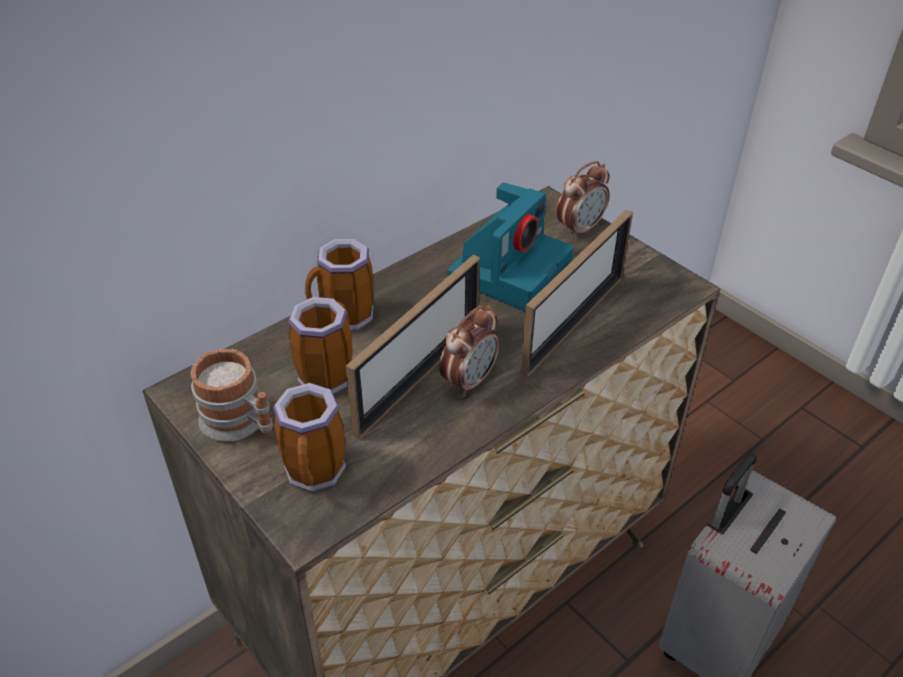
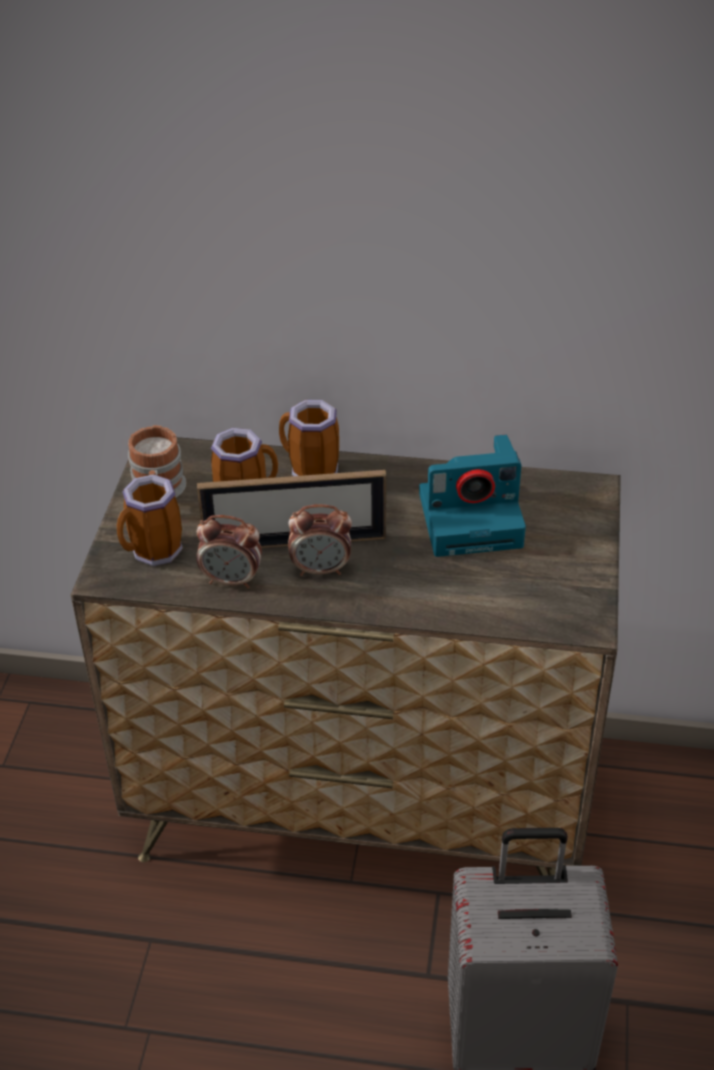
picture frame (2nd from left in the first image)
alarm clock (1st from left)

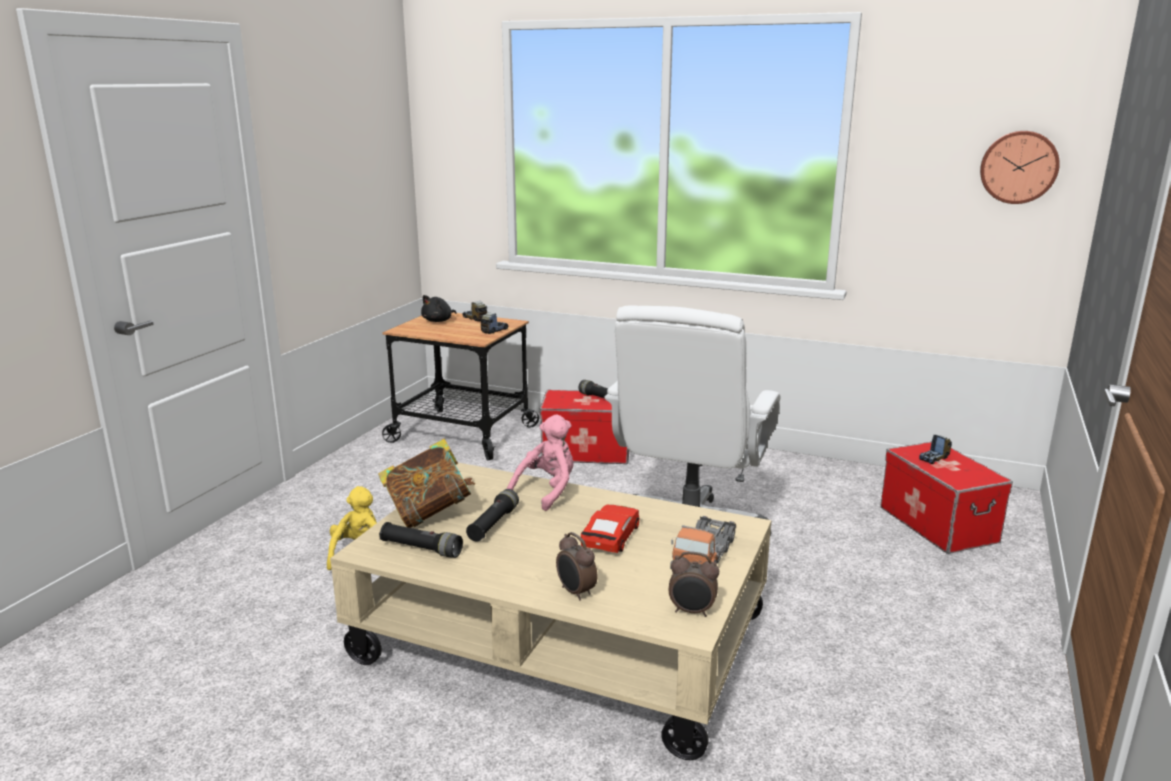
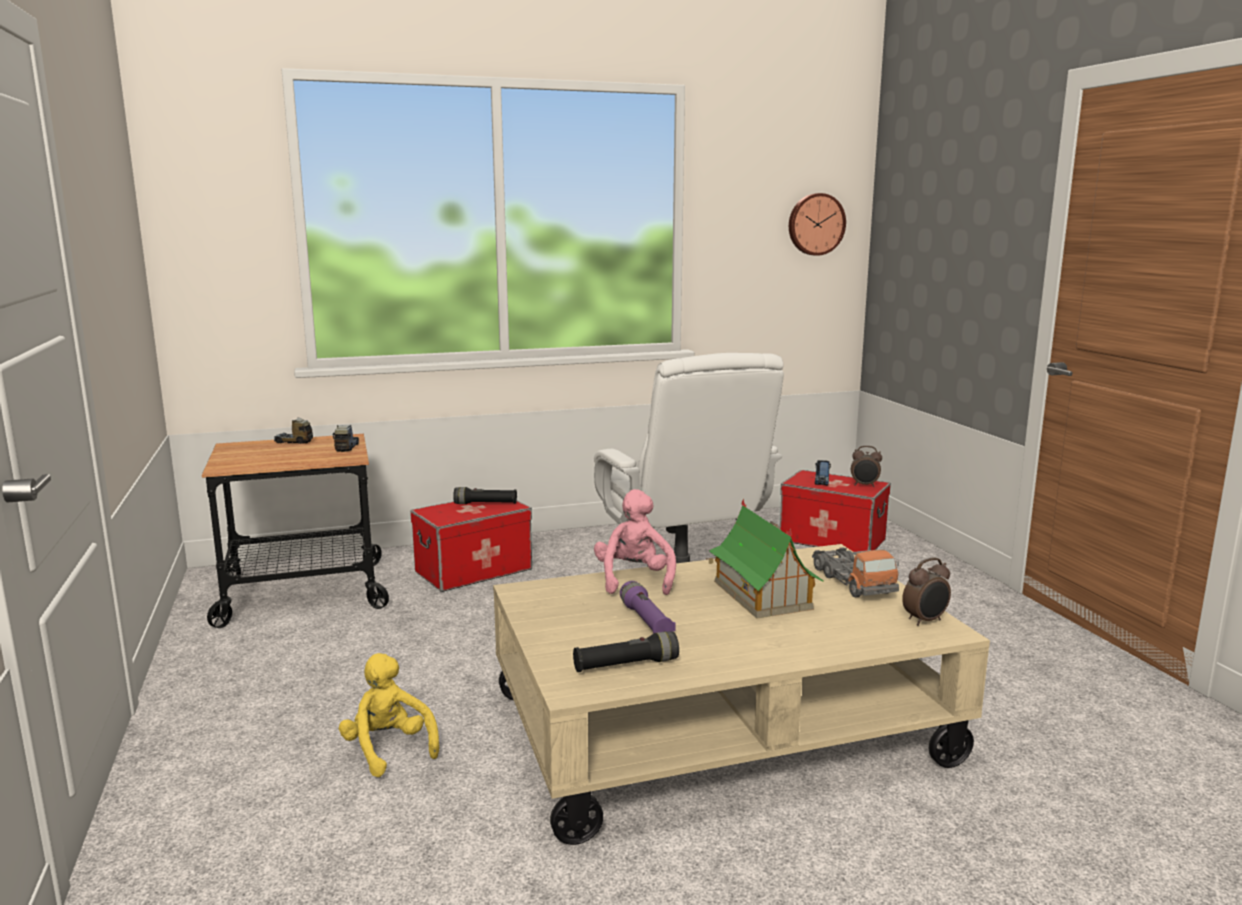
book
black plush toy
purple flashlight
alarm clock (1st from left)
toy house

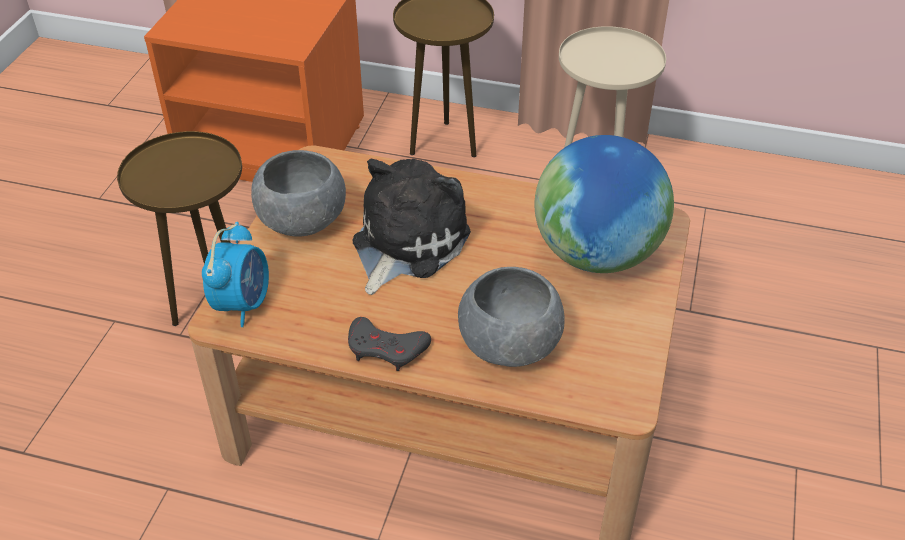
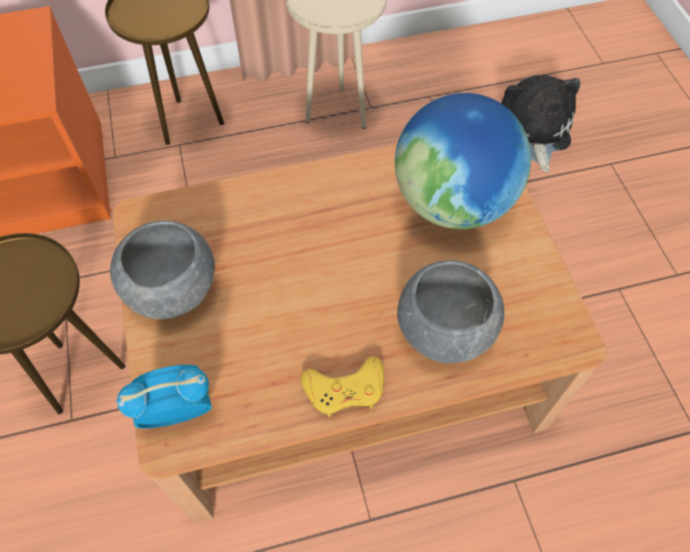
alarm clock
yellow game controller
plush toy

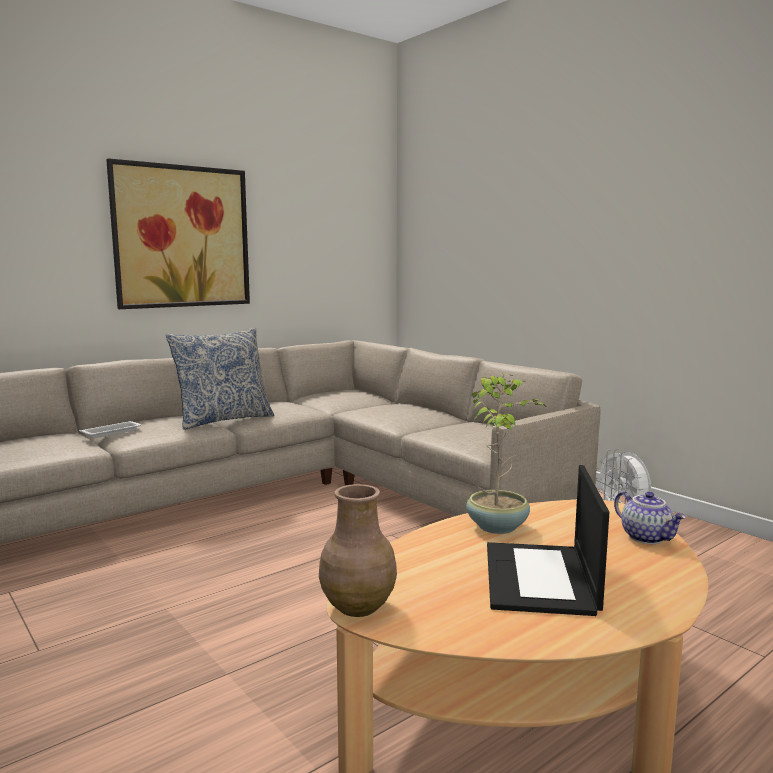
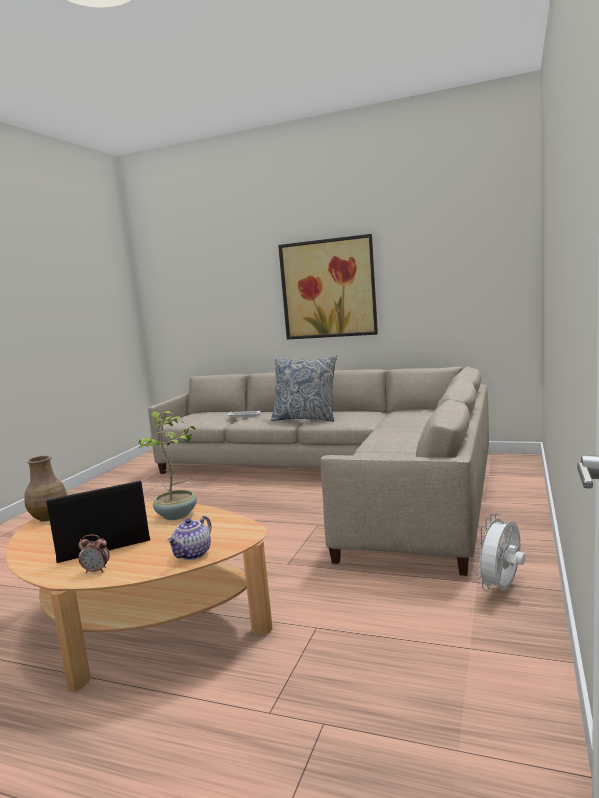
alarm clock

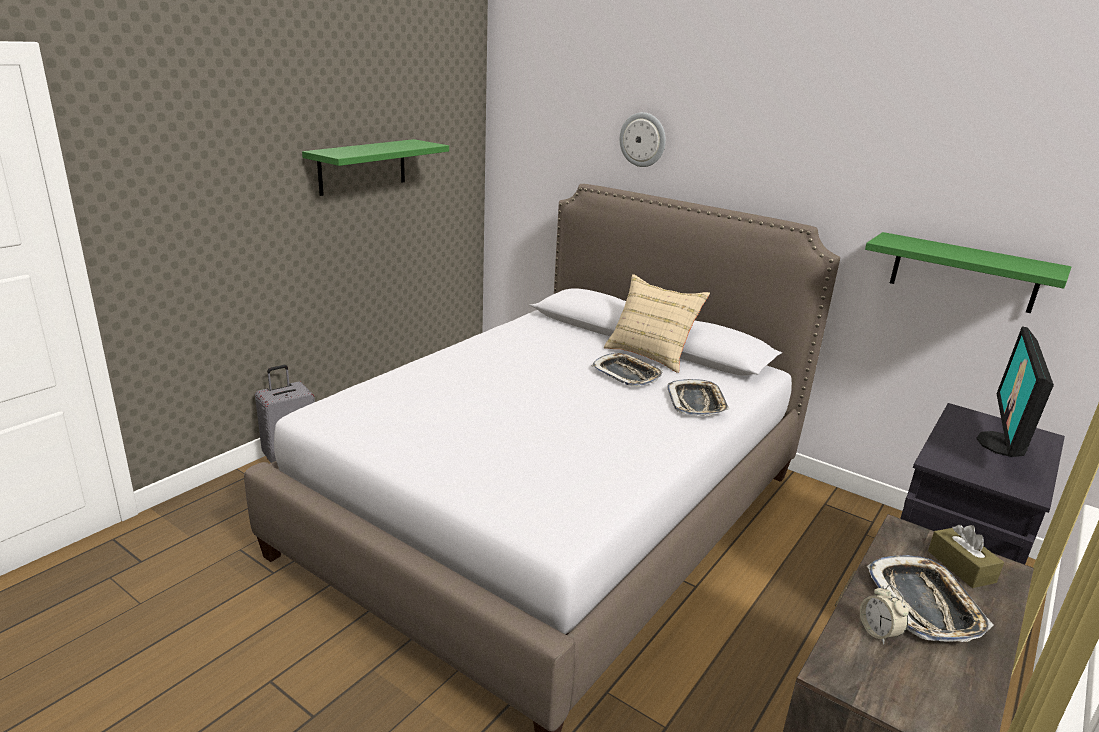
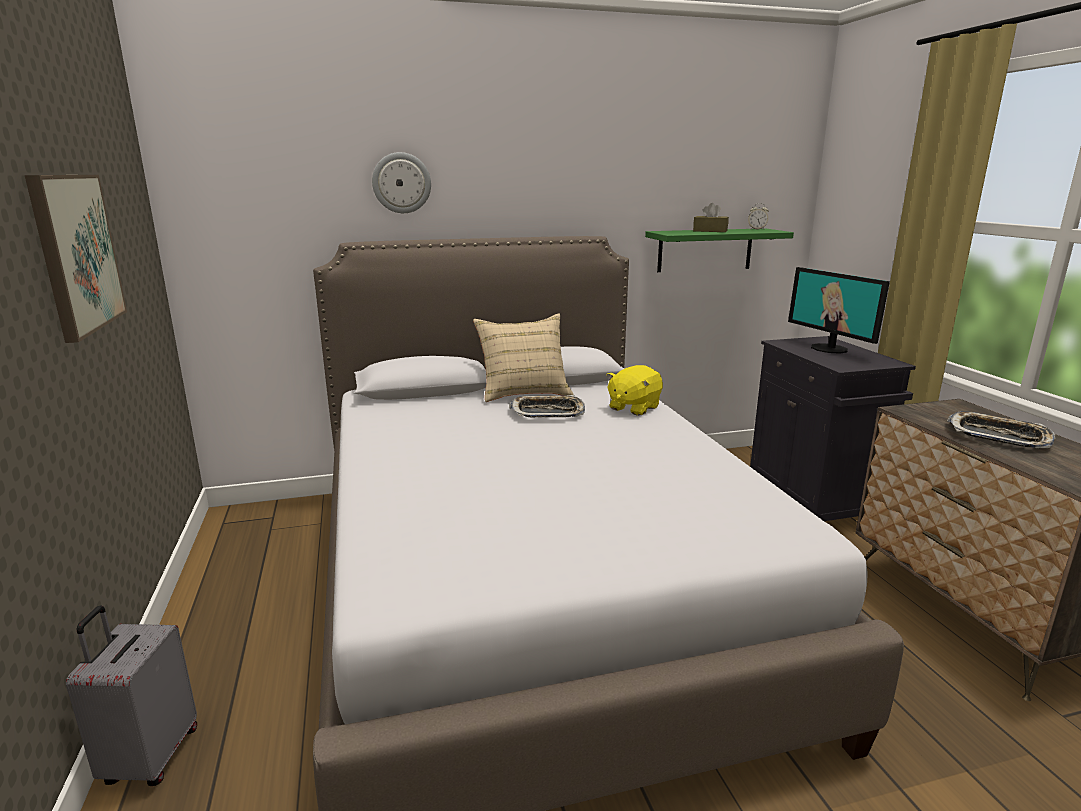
picture
yellow plush toy
alarm clock
brown tissue box

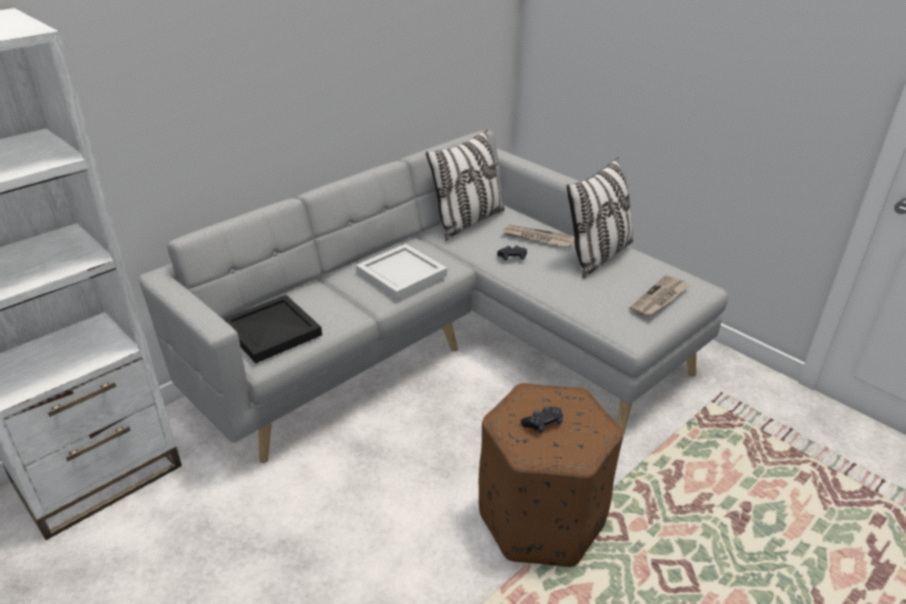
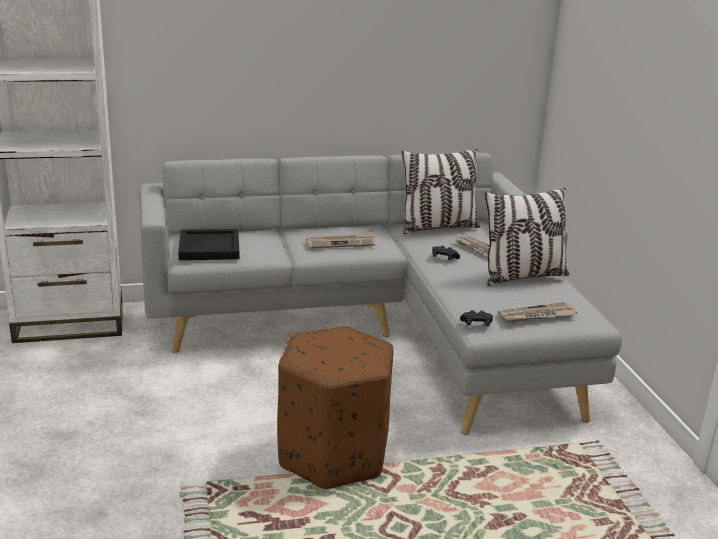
newspaper (1st from left)
black game controller (2nd from left)

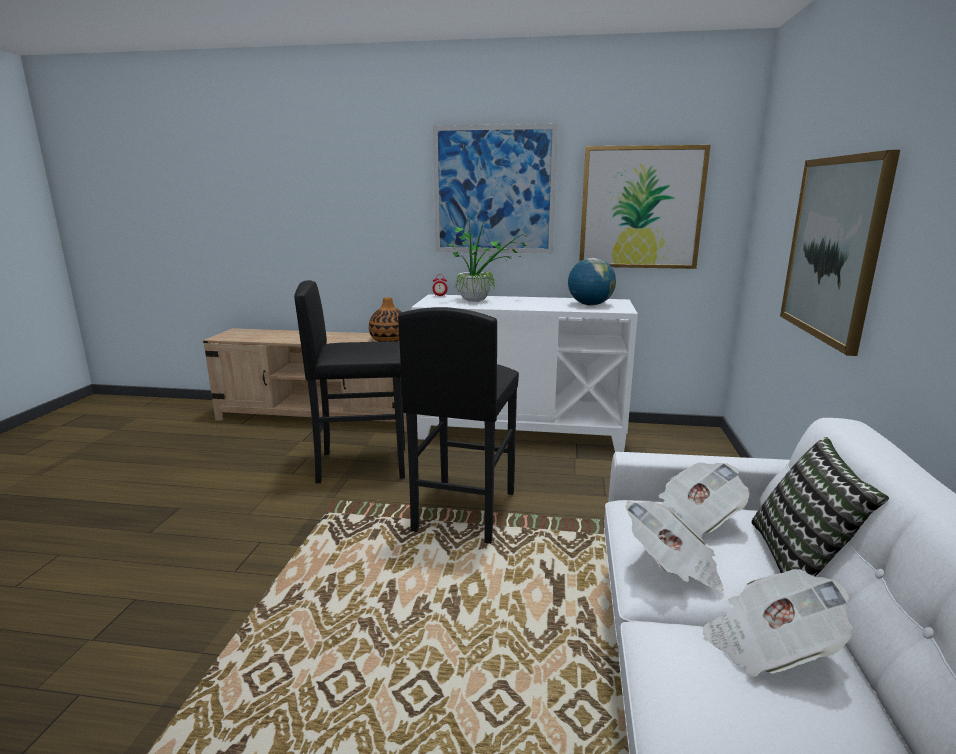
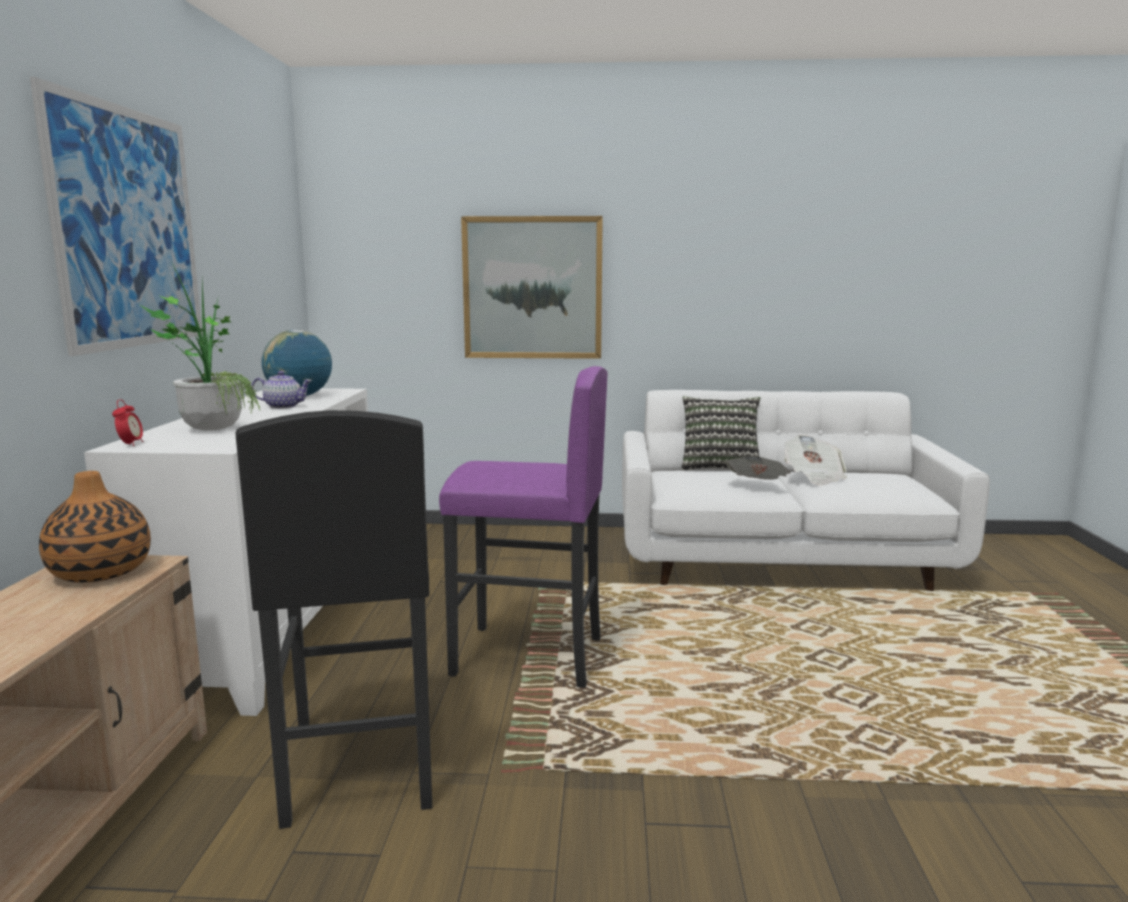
purple stool
picture (2nd from left in the first image)
newspaper (2nd from left in the first image)
teapot

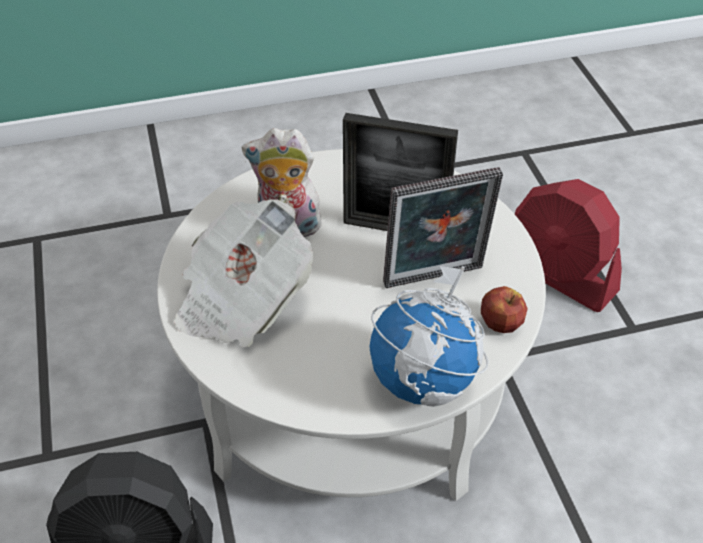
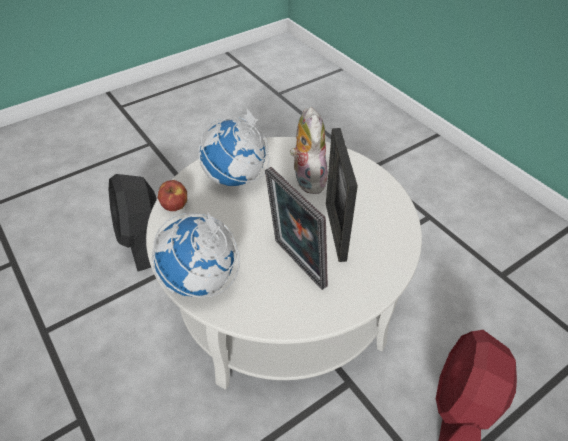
globe (2nd from left)
apple

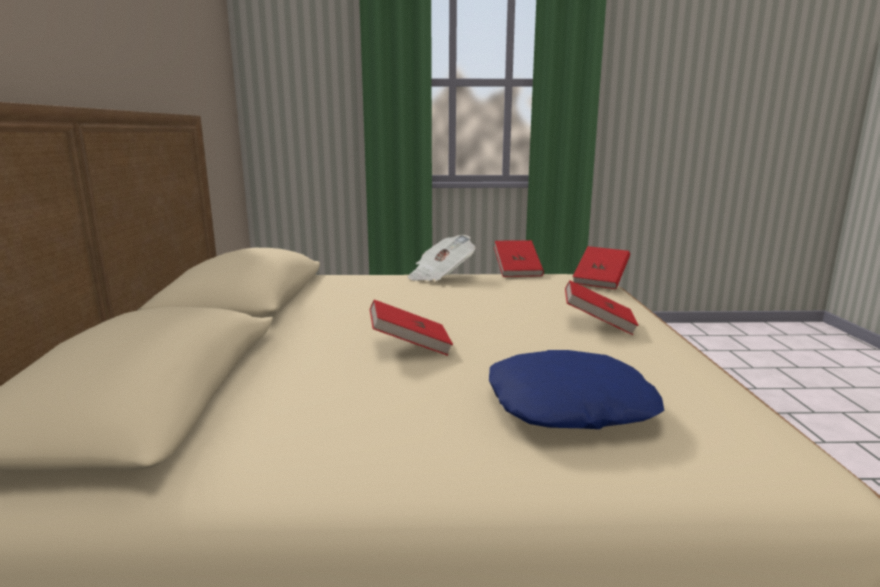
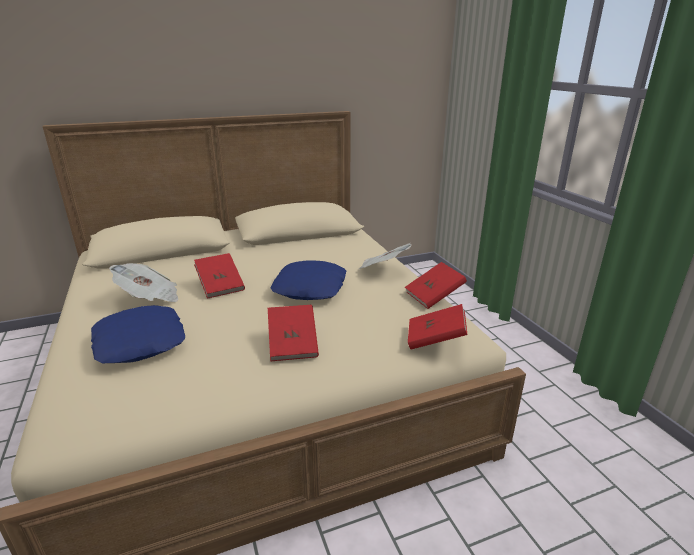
newspaper (1st from left)
blue pillow (2nd from left)

